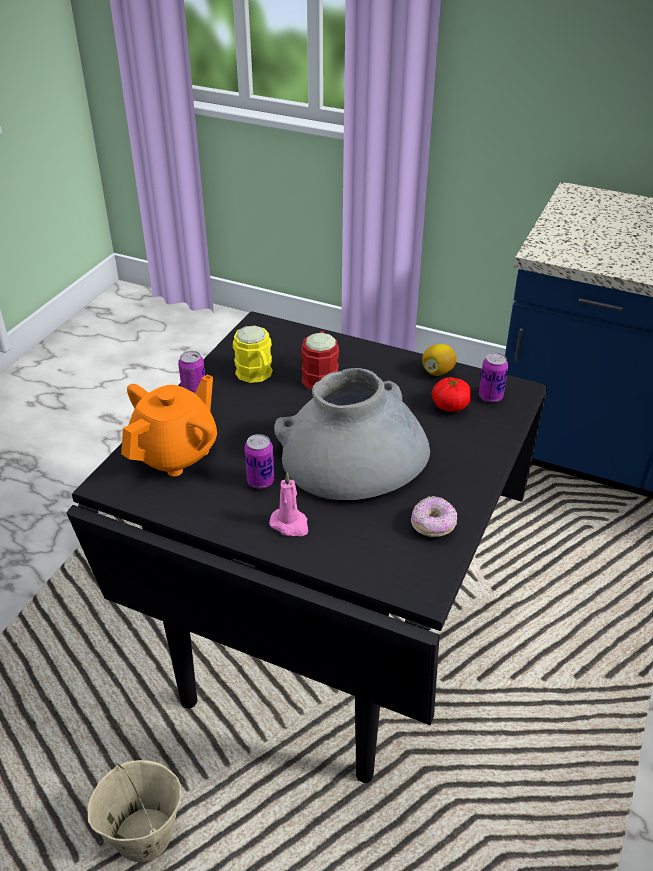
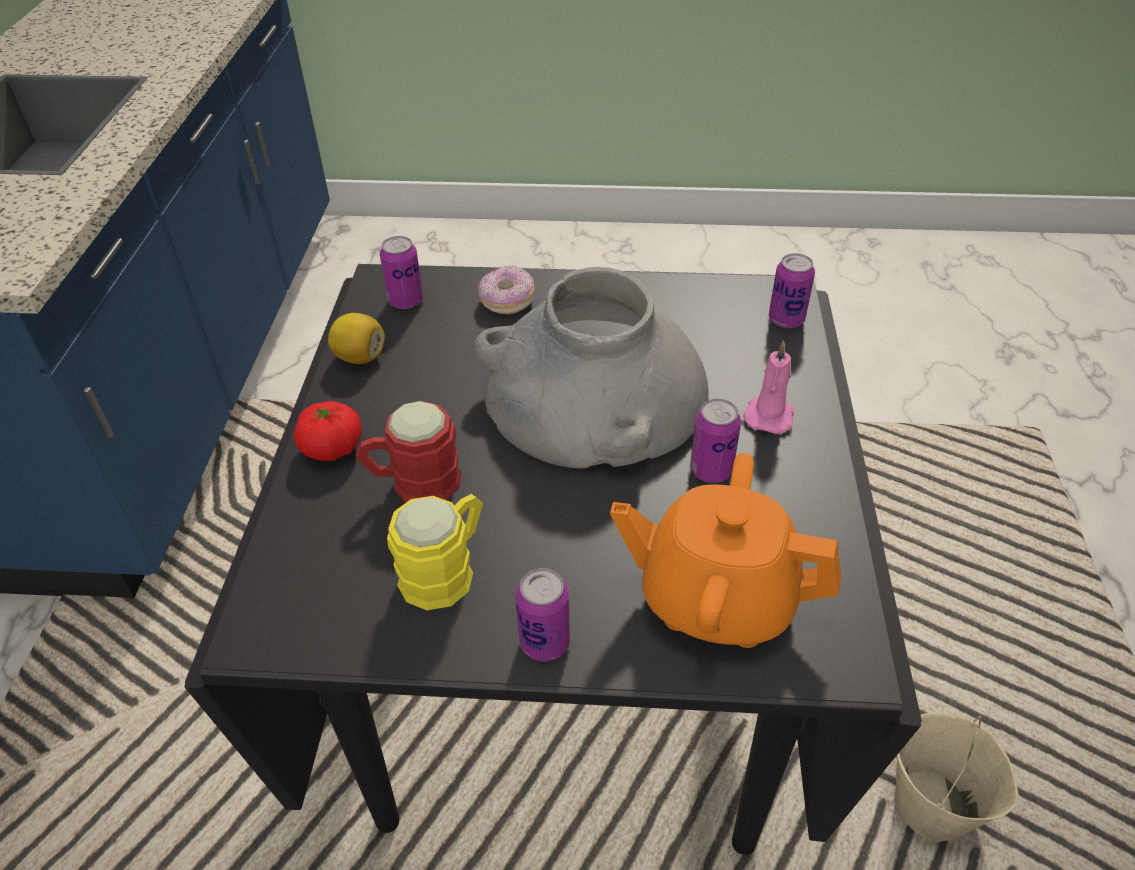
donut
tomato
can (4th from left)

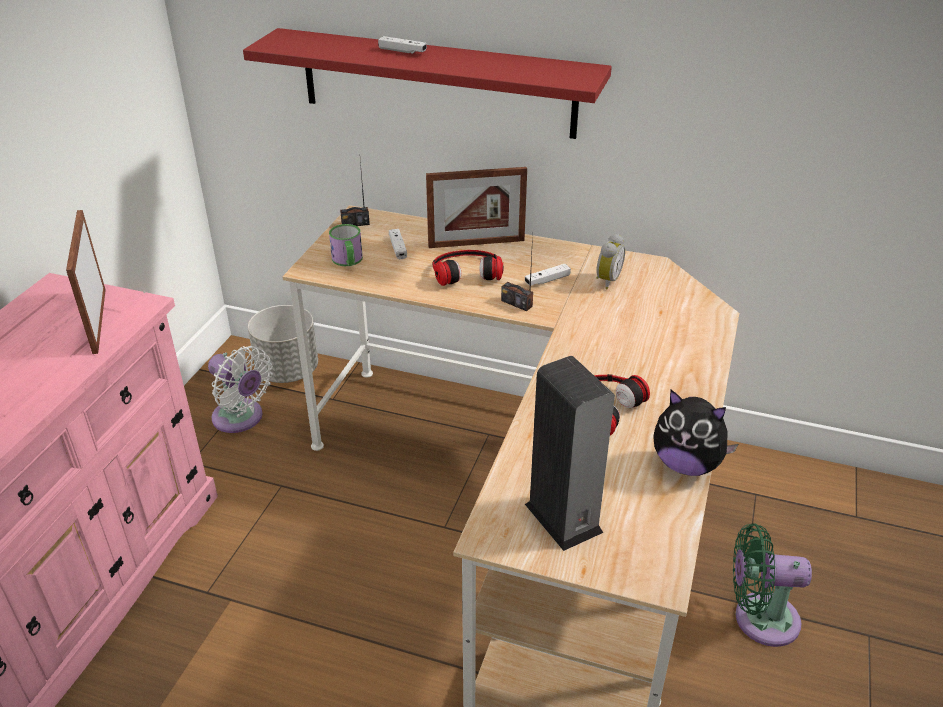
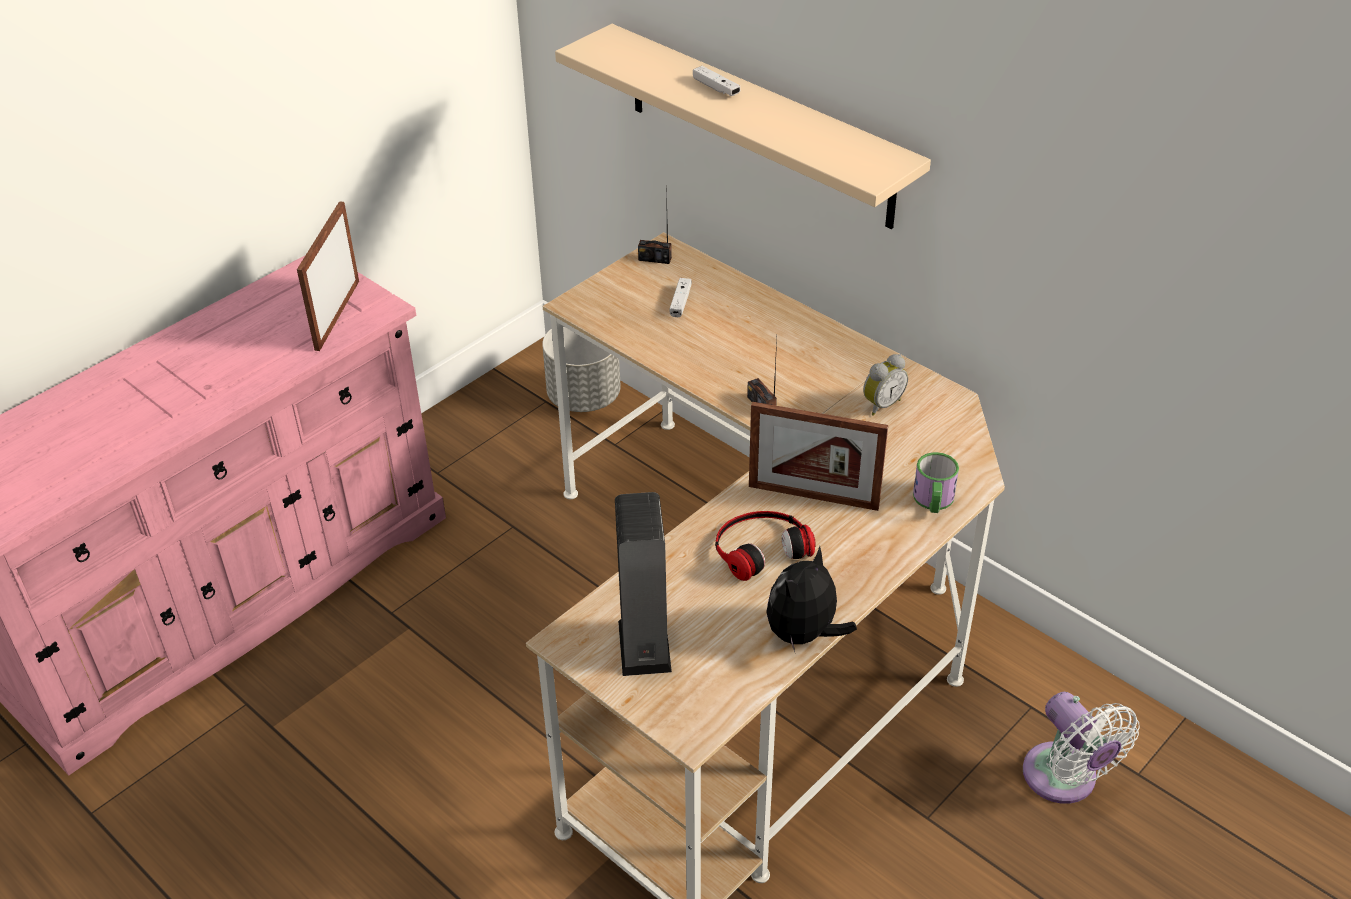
white fan
beige shelf
mug
picture frame (2nd from left)
headphones (1st from left in the first image)
white game controller (3rd from left in the first image)
plush toy
green fan

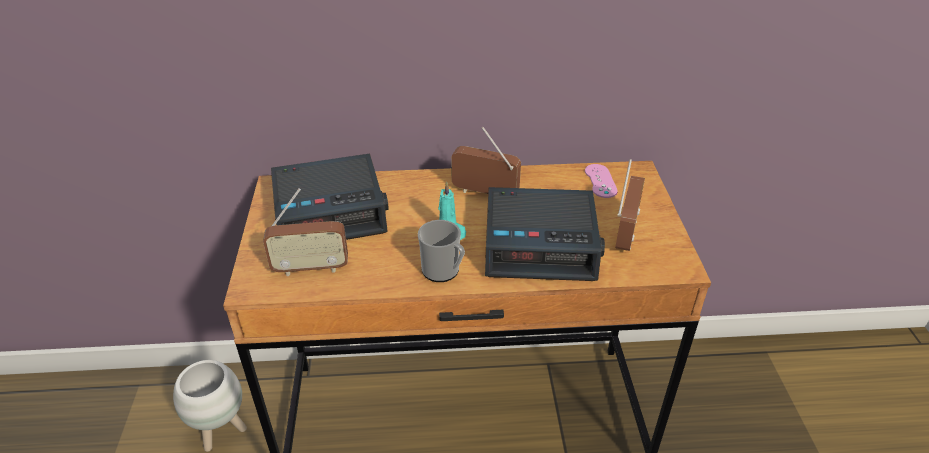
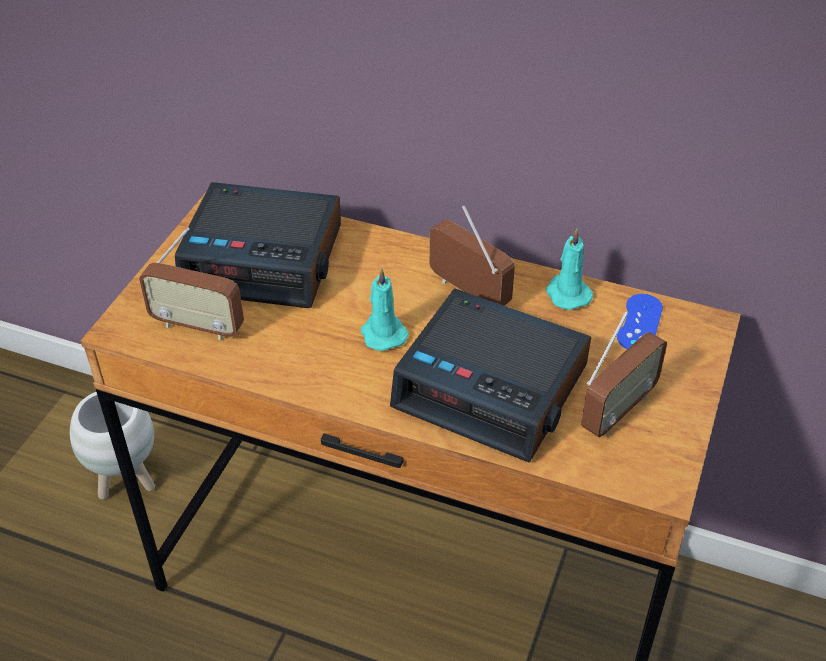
mug
blue game controller
turquoise candle (2nd from left)

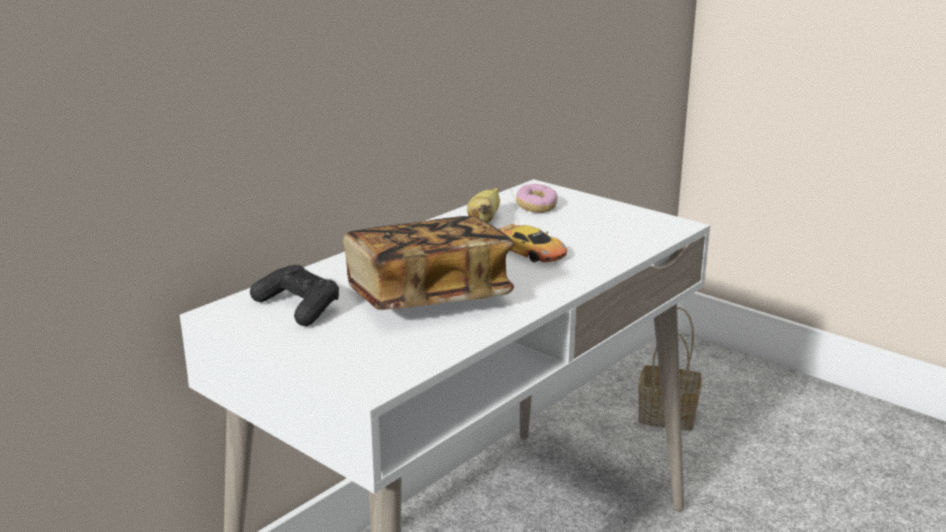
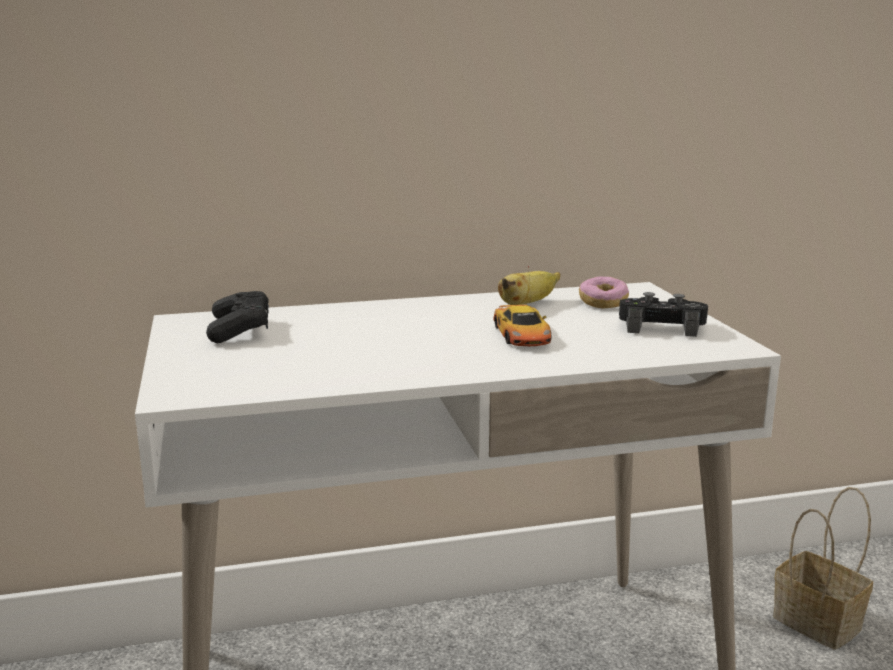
book
black game controller (2nd from left)

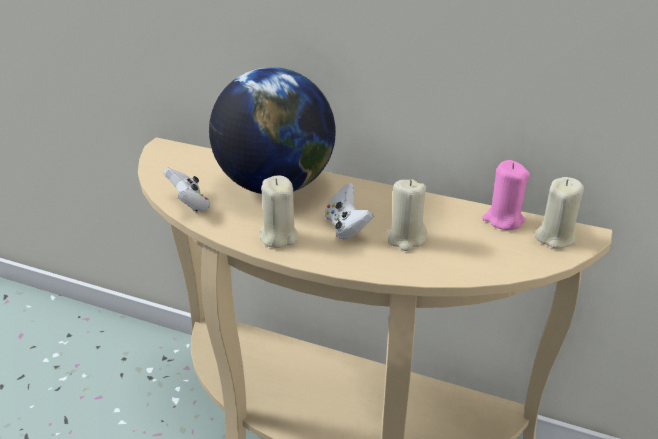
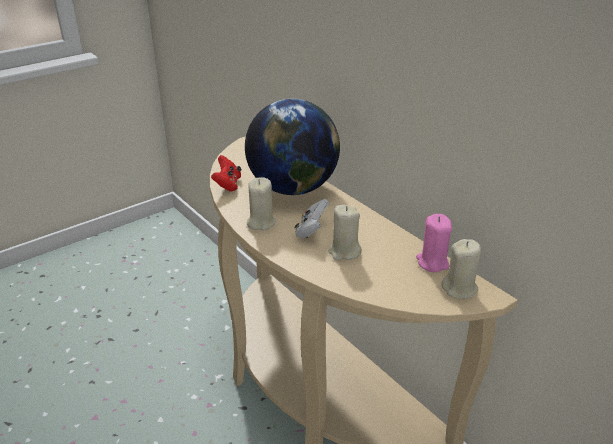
red game controller

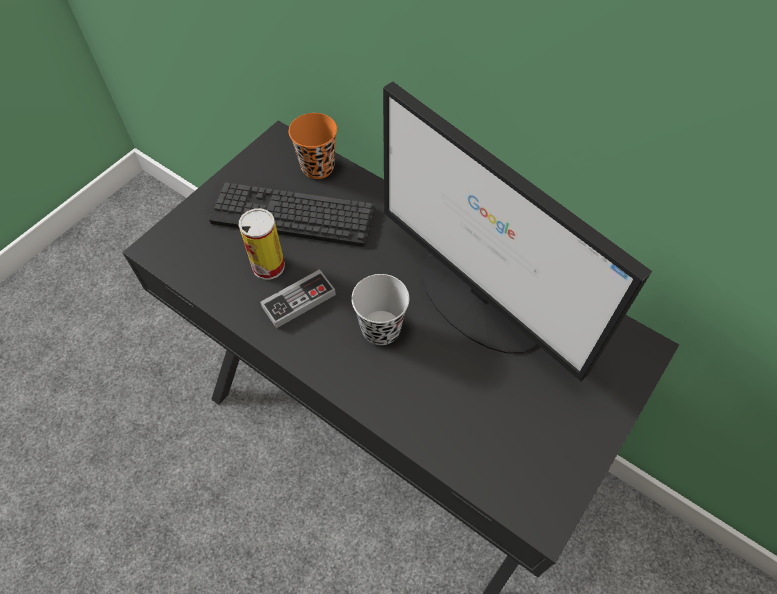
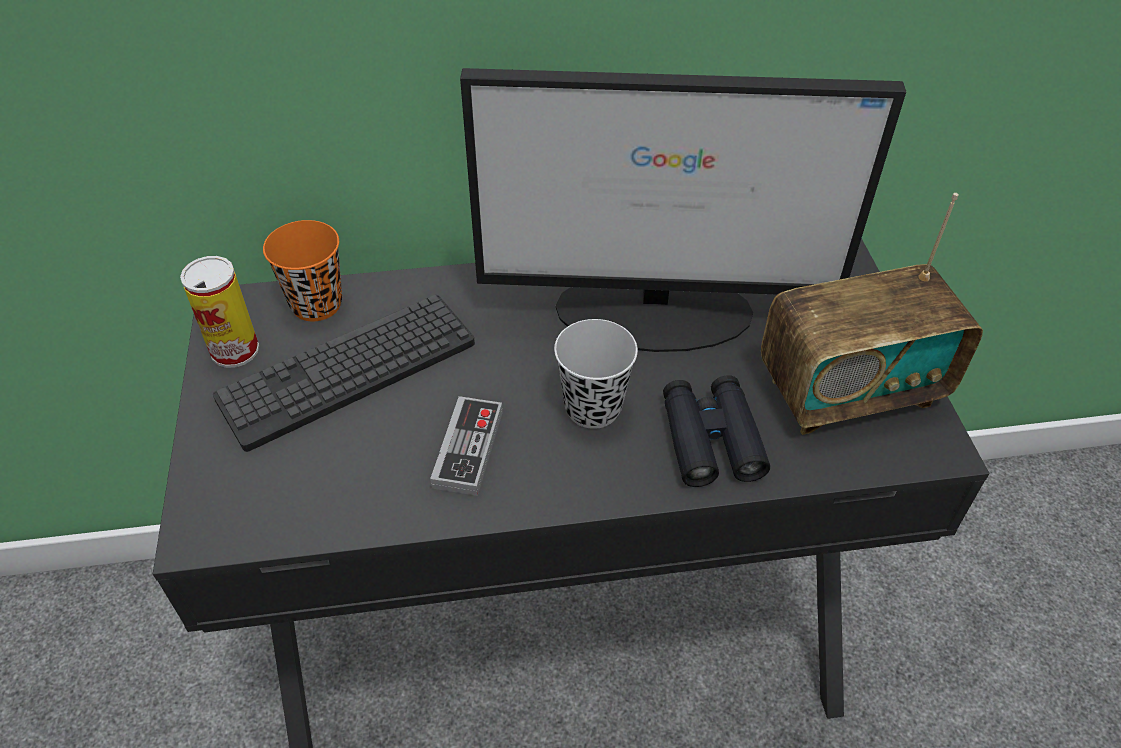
can
black binoculars
radio

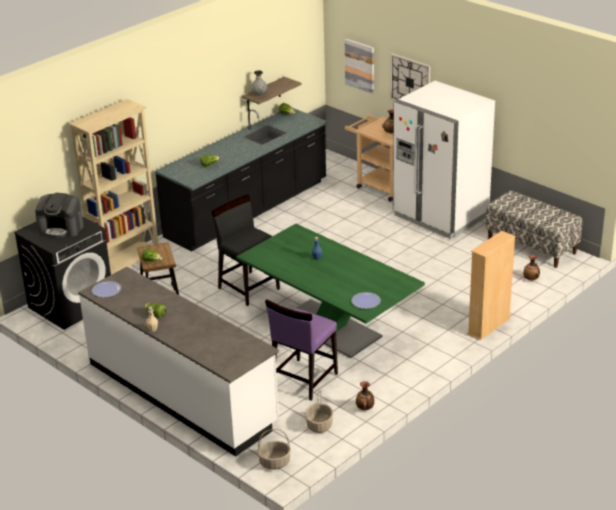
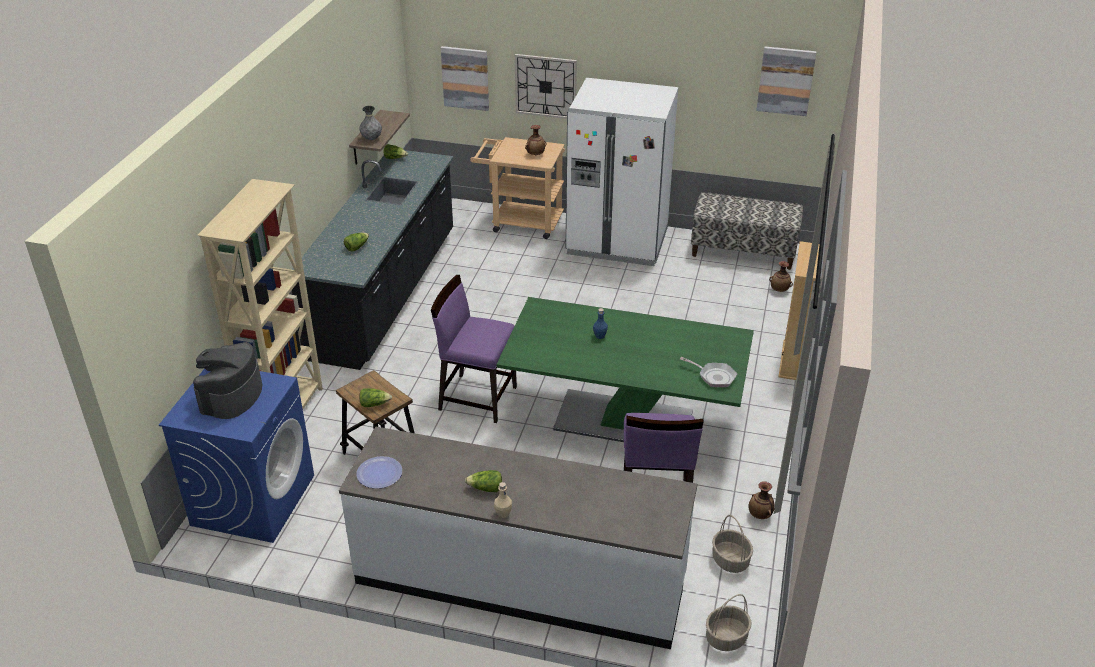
blue washing machine
coffee machine
purple chair (1st from left)
frying pan
picture (2nd from left)

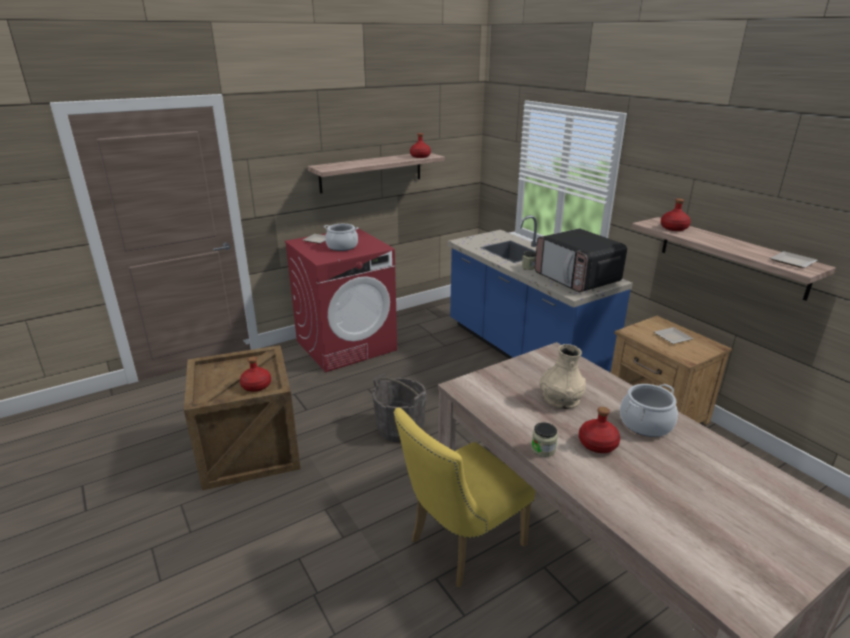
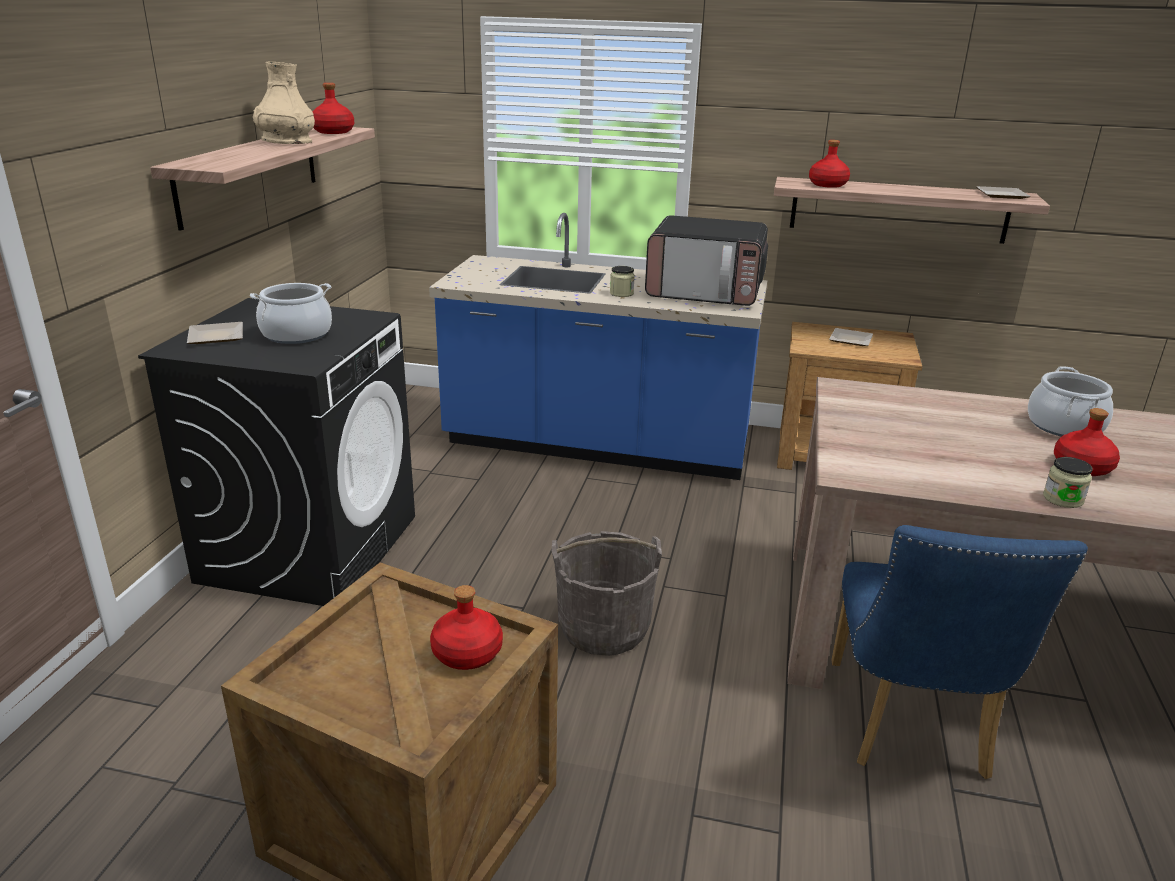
black washing machine
blue chair
beige vase

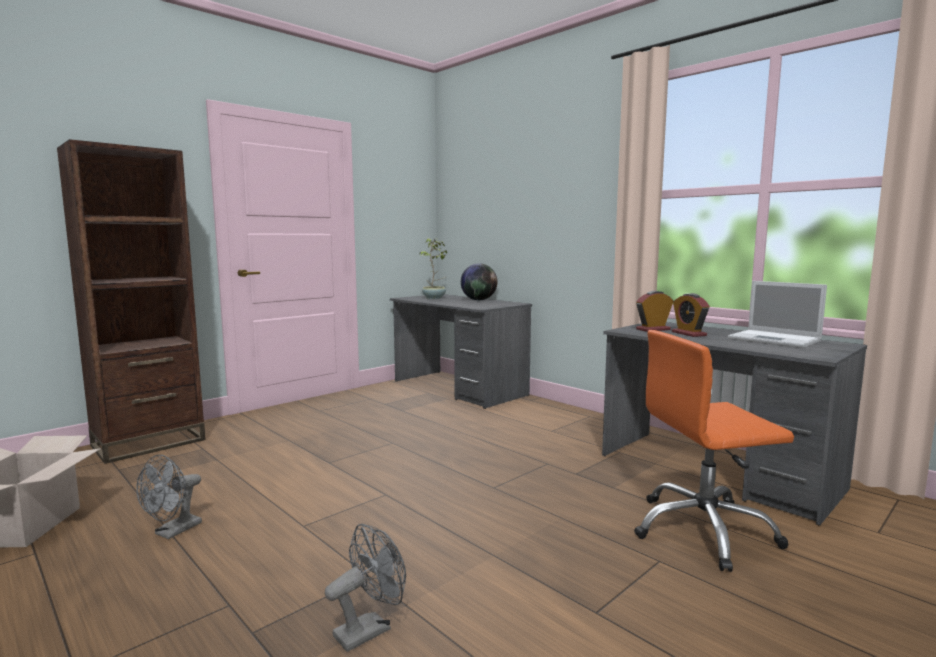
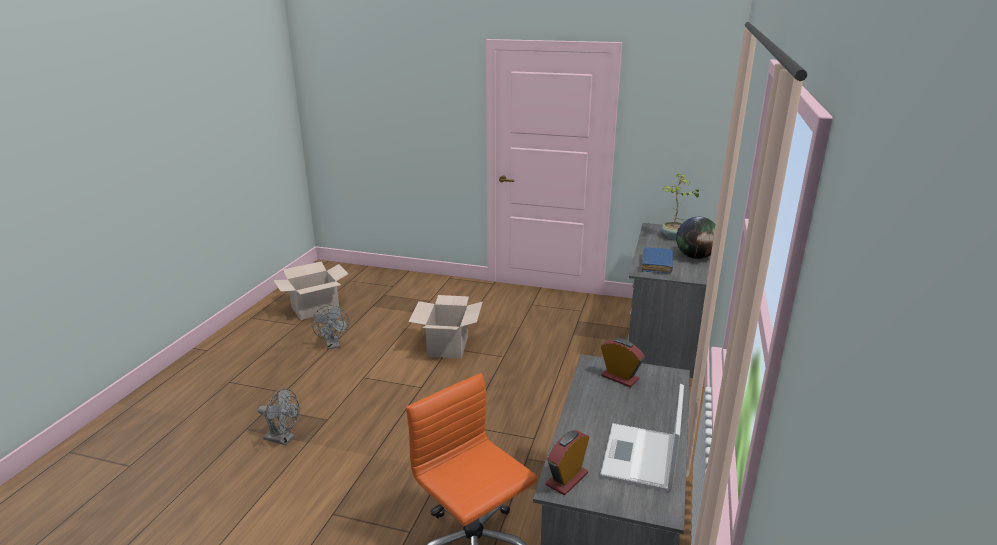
brown bookcase
grey fan (2nd from left)
alarm clock (1st from left)
cardboard box (2nd from left)
blue book

